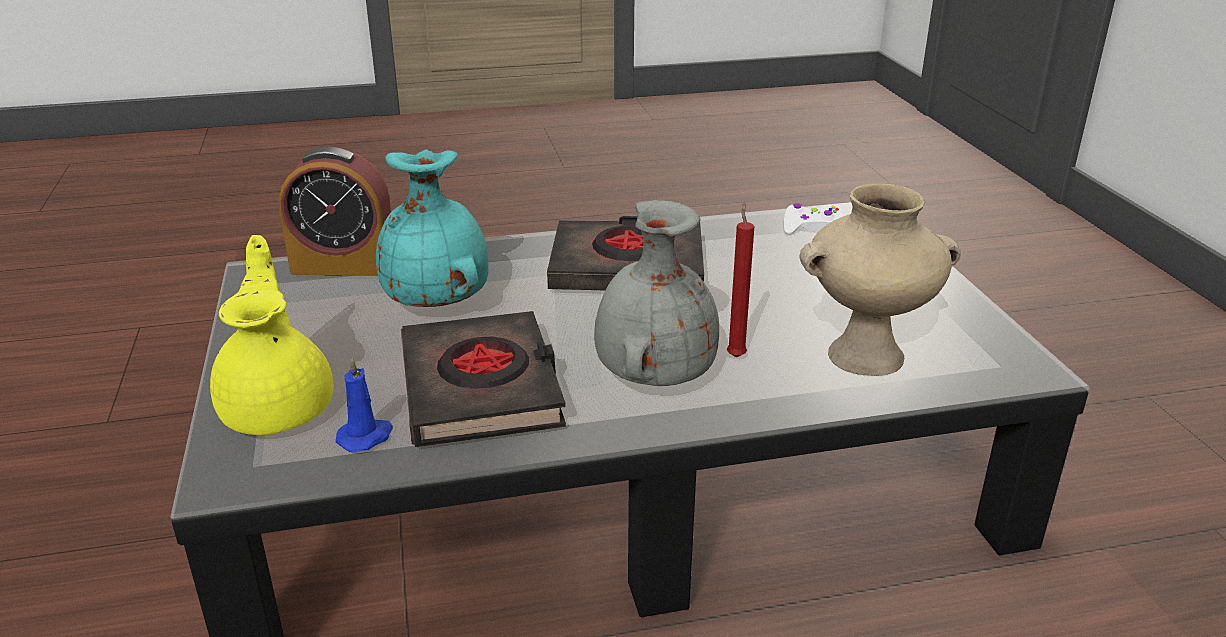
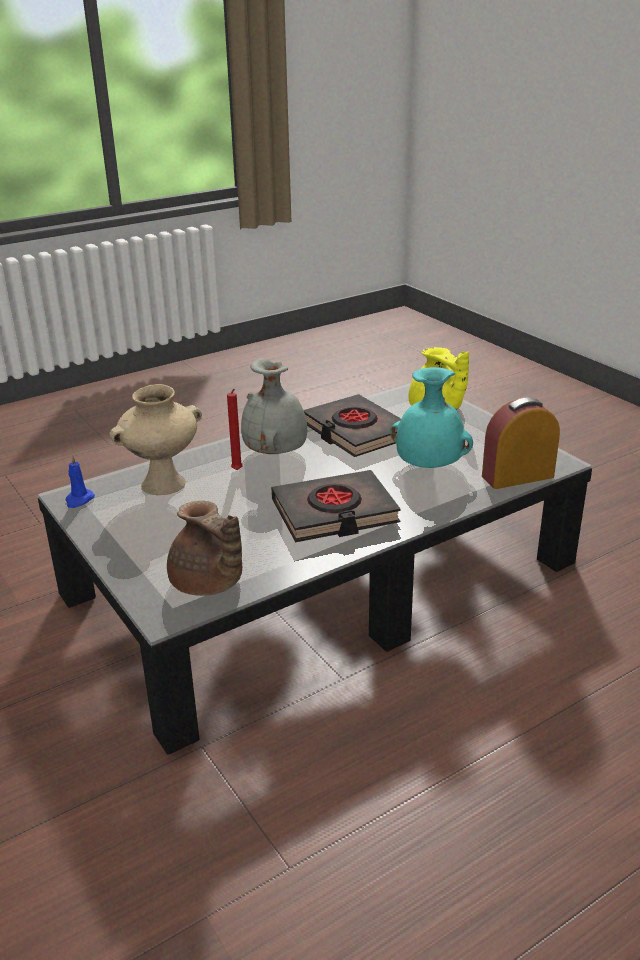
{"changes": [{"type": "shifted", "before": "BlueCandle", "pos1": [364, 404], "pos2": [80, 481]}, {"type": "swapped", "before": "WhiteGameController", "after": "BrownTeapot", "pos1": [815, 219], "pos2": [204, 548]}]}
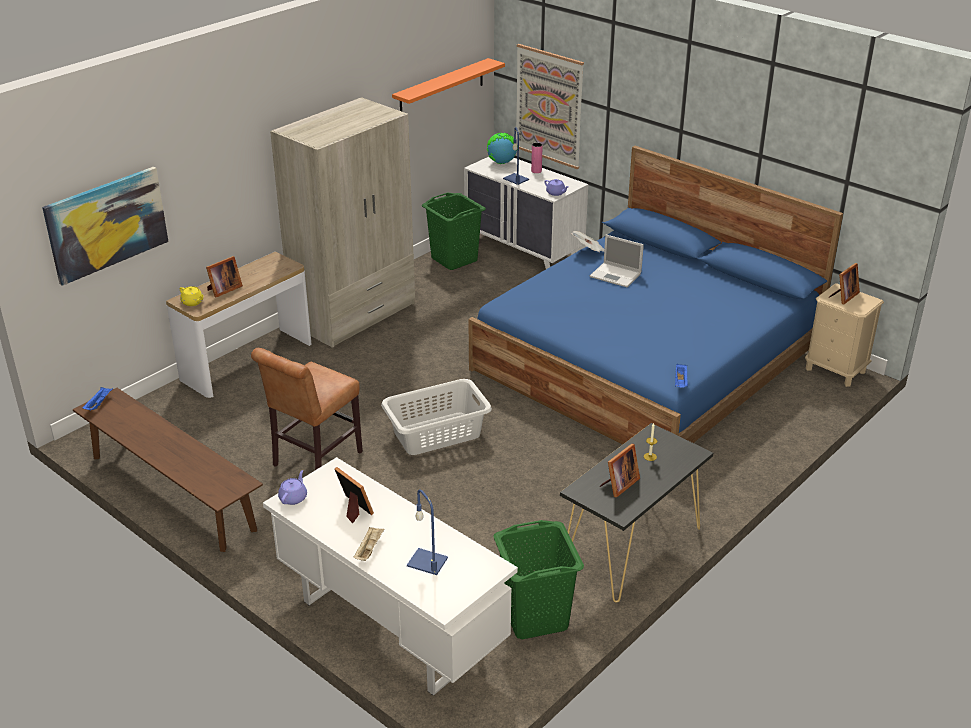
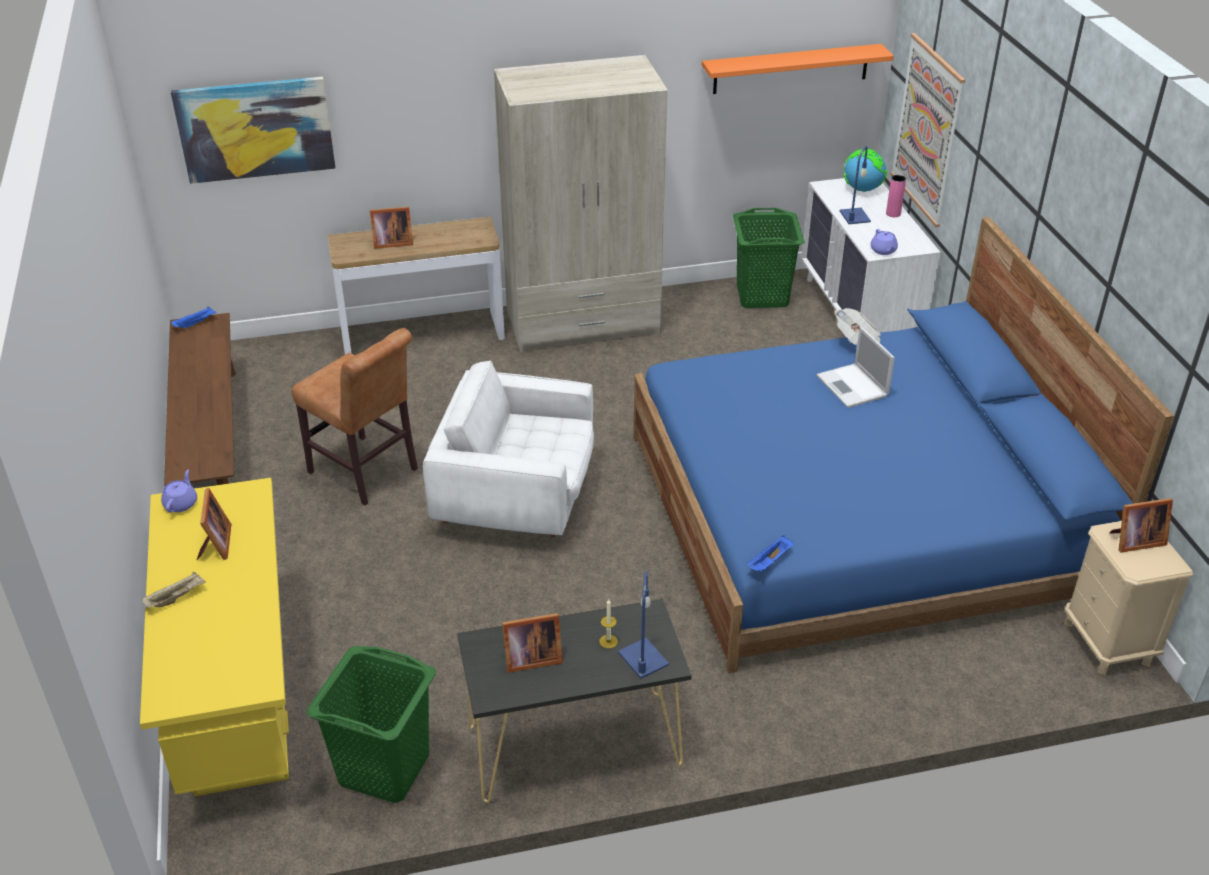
{"changes": [{"type": "gone", "before": "YellowTeapot", "pos1": [191, 296]}, {"type": "shifted", "before": "BlueTableLamp", "pos1": [427, 532], "pos2": [643, 625]}, {"type": "swapped", "before": "WhiteLaundryBasket", "after": "WhiteArmchair", "pos1": [436, 417], "pos2": [508, 449]}, {"type": "repainted", "before": "WhiteDesk", "after": "YellowDesk", "pos1": [390, 576], "pos2": [214, 637]}, {"type": "rotated", "before": "BrownChair", "pos1": [307, 409], "pos2": [354, 416], "turn": -120}, {"type": "rotated", "before": "PurpleTeapot", "pos1": [292, 487], "pos2": [179, 491], "turn": -45}]}
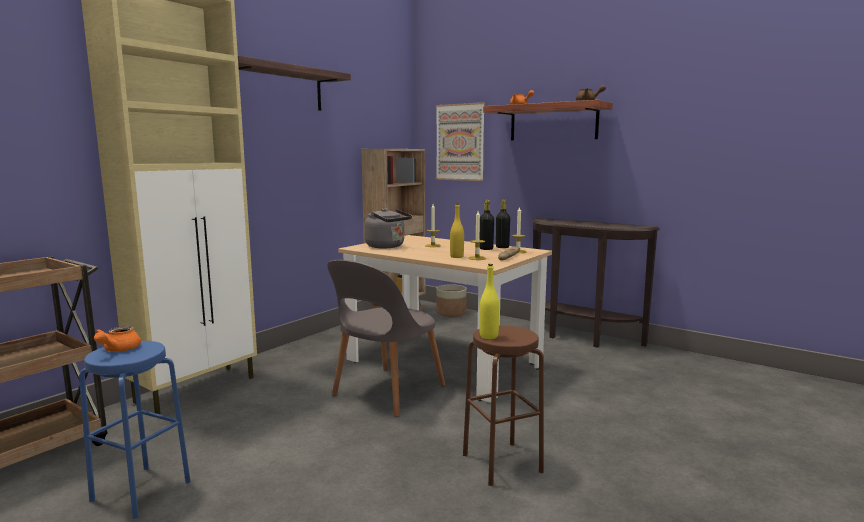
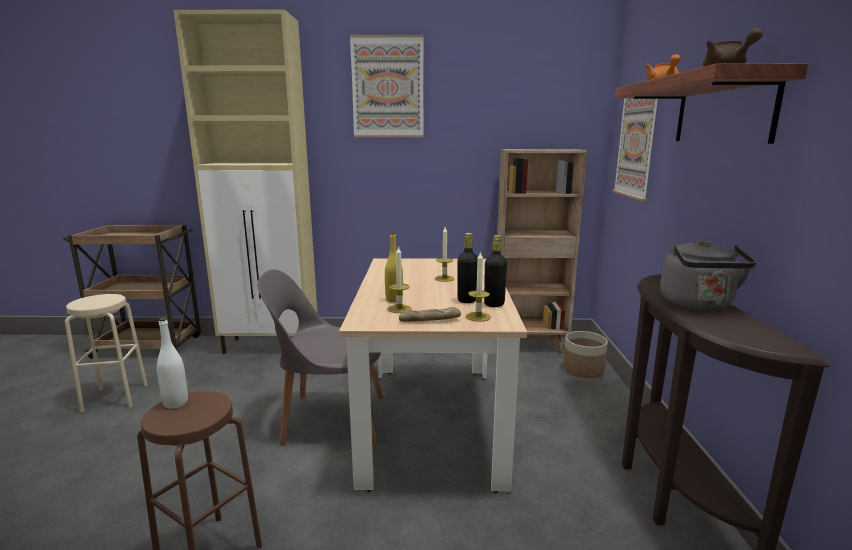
{"changes": [{"type": "gone", "before": "OrangeTeapot", "pos1": [117, 339]}, {"type": "shifted", "before": "GreyKettle", "pos1": [388, 228], "pos2": [708, 275]}, {"type": "swapped", "before": "Shelf", "after": "Picture", "pos1": [294, 83], "pos2": [387, 86]}, {"type": "repainted", "before": "BlueStool", "after": "BeigeStool", "pos1": [134, 430], "pos2": [106, 353]}, {"type": "repainted", "before": "YellowBottle", "after": "WhiteBottle", "pos1": [489, 301], "pos2": [172, 363]}]}
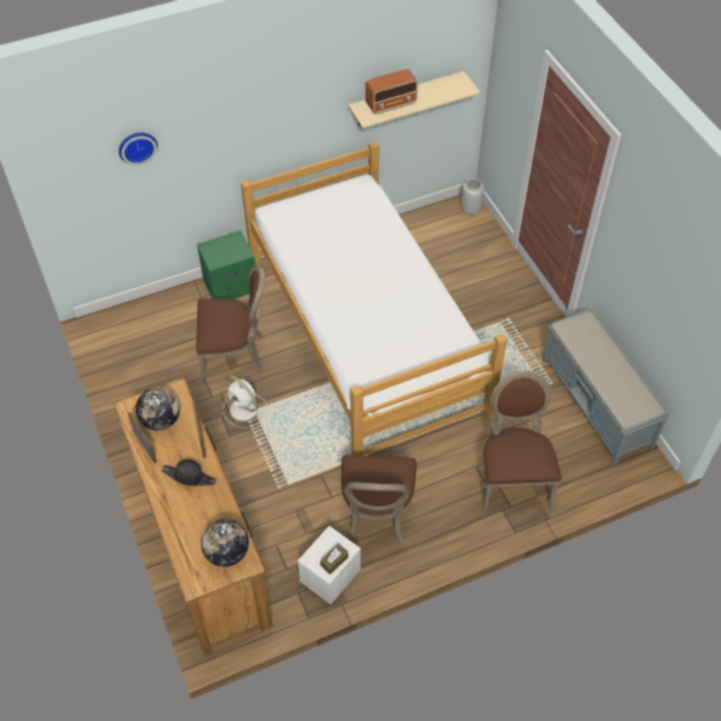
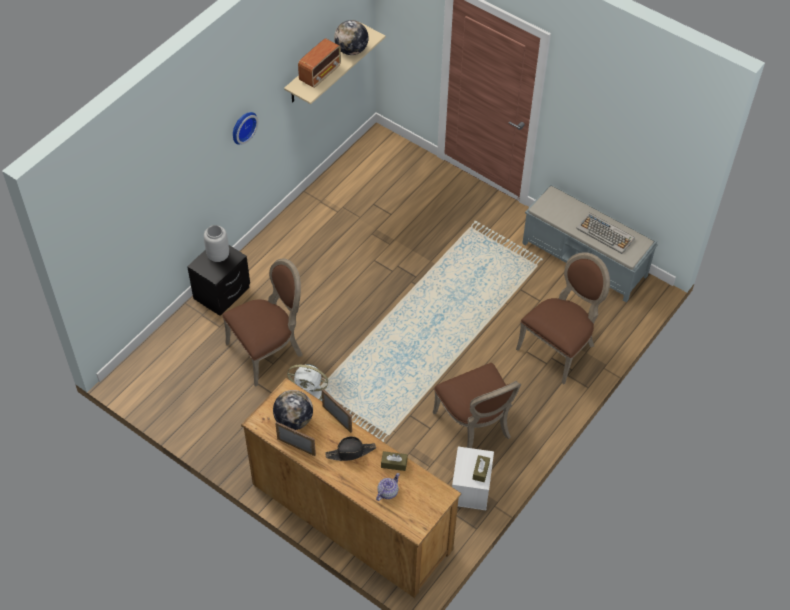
{"changes": [{"type": "gone", "before": "Bed", "pos1": [374, 298]}, {"type": "new", "after": "Teapot", "pos2": [388, 487]}, {"type": "new", "after": "BrownTissueBox", "pos2": [394, 461]}, {"type": "new", "after": "Keyboard", "pos2": [605, 233]}, {"type": "shifted", "before": "WallClock", "pos1": [138, 149], "pos2": [245, 128]}, {"type": "shifted", "before": "Globe", "pos1": [225, 543], "pos2": [351, 37]}, {"type": "shifted", "before": "GreyVase", "pos1": [472, 197], "pos2": [216, 243]}, {"type": "repainted", "before": "GreenNightstand", "after": "BlackNightstand", "pos1": [226, 264], "pos2": [218, 280]}, {"type": "rotated", "before": "BrownChair", "pos1": [521, 441], "pos2": [563, 318], "turn": 75}]}
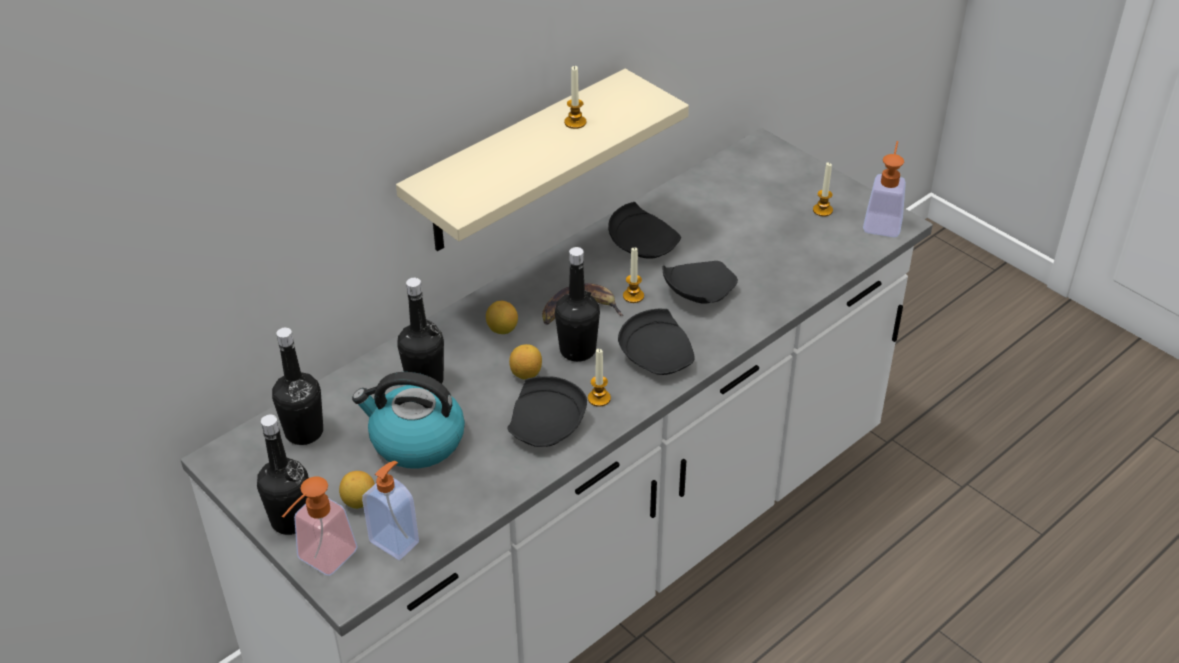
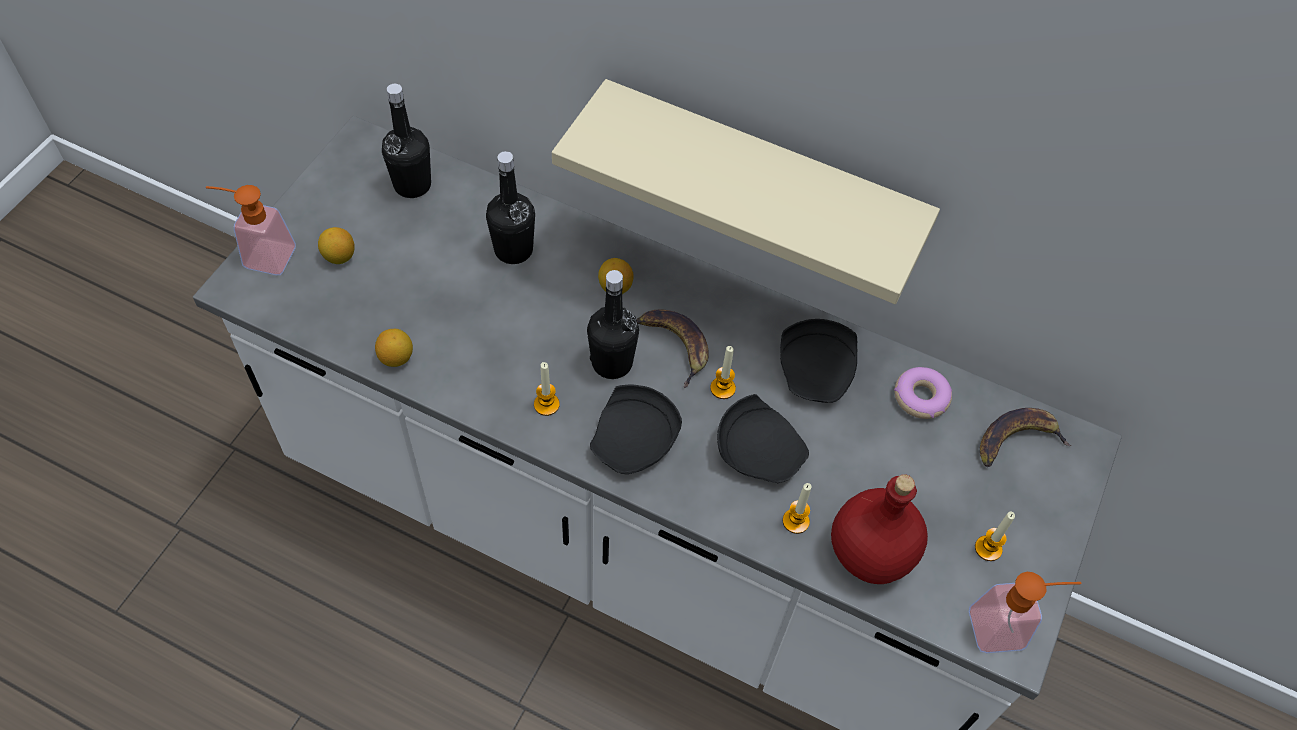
{"changes": [{"type": "gone", "before": "BlackBottle", "pos1": [283, 475]}, {"type": "gone", "before": "Kettle", "pos1": [408, 420]}, {"type": "gone", "before": "SoapDispenser", "pos1": [390, 510]}, {"type": "gone", "before": "BlackPlate", "pos1": [547, 411]}, {"type": "new", "after": "RedBottle", "pos2": [879, 529]}, {"type": "new", "after": "Donut", "pos2": [923, 393]}, {"type": "new", "after": "Banana", "pos2": [1025, 437]}, {"type": "shifted", "before": "Lemon", "pos1": [525, 362], "pos2": [394, 348]}, {"type": "shifted", "before": "Candle", "pos1": [575, 97], "pos2": [797, 508]}]}
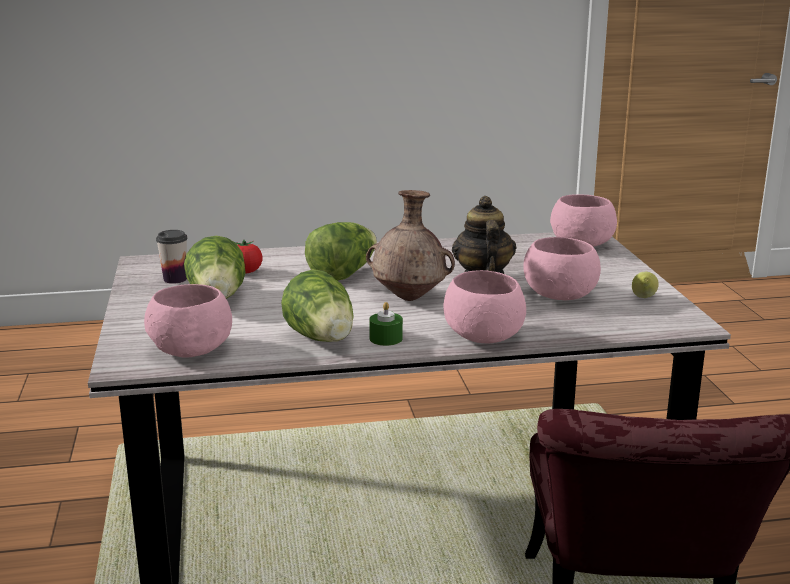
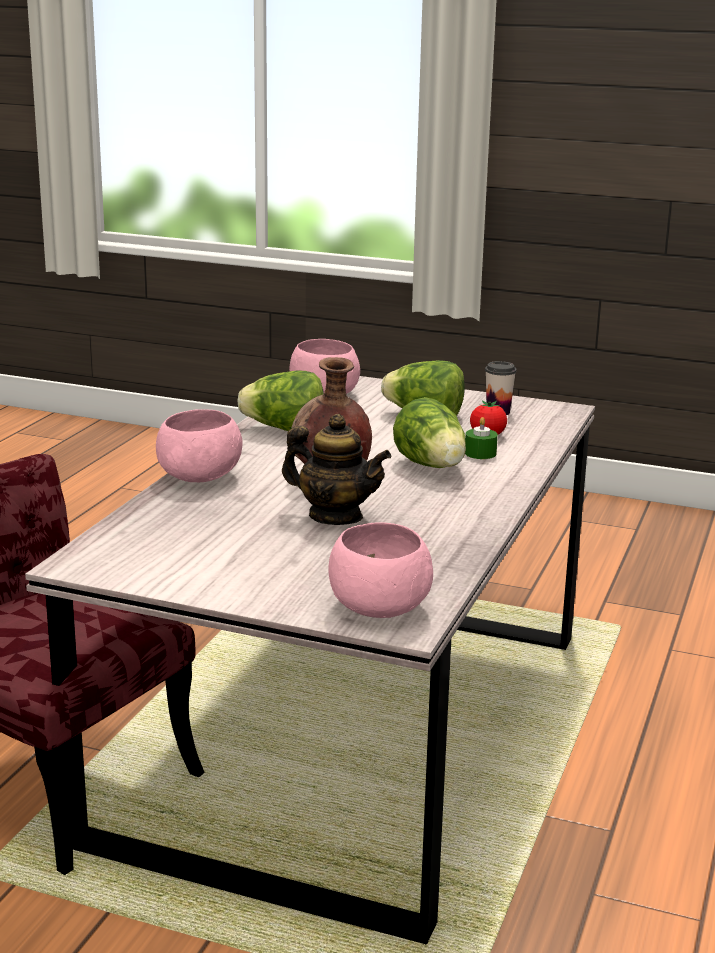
{"changes": [{"type": "gone", "before": "PinkBowl", "pos1": [562, 268]}, {"type": "gone", "before": "Lemon", "pos1": [645, 285]}, {"type": "shifted", "before": "GreenCandle", "pos1": [386, 324], "pos2": [481, 438]}]}
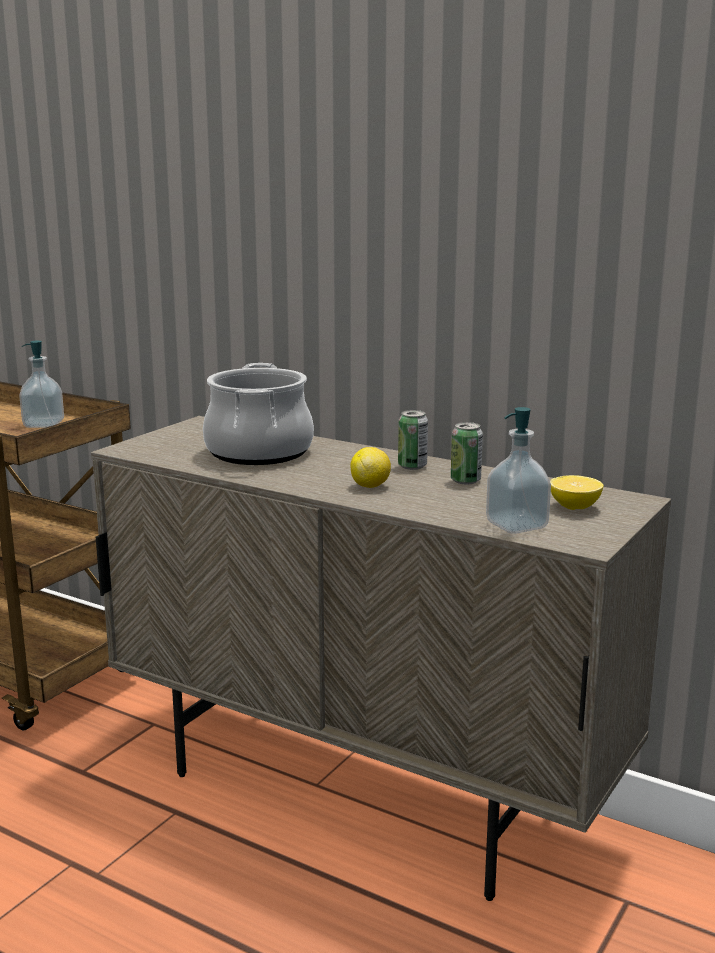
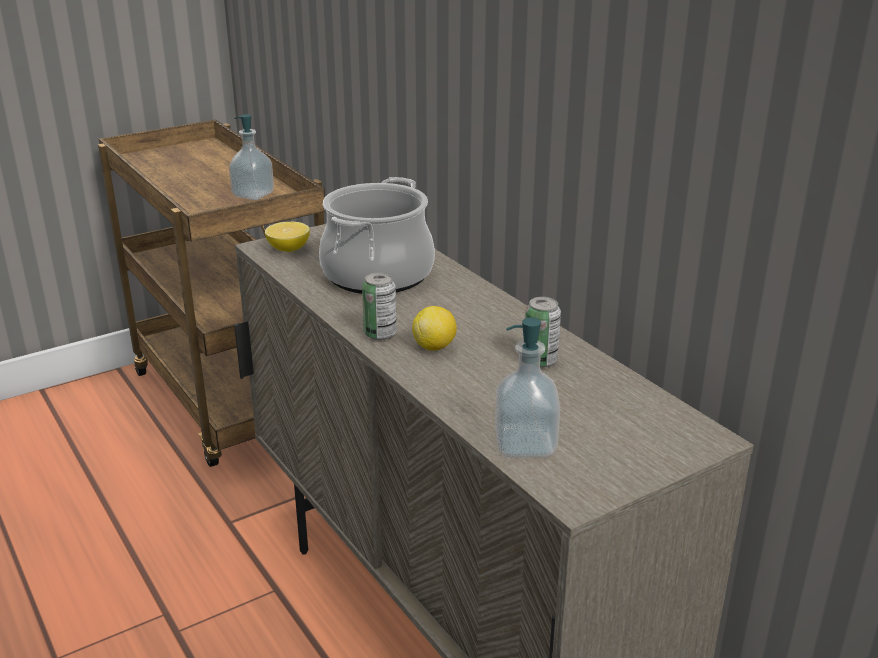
{"changes": [{"type": "shifted", "before": "Can", "pos1": [413, 440], "pos2": [379, 306]}, {"type": "shifted", "before": "Lemon", "pos1": [576, 492], "pos2": [287, 237]}]}
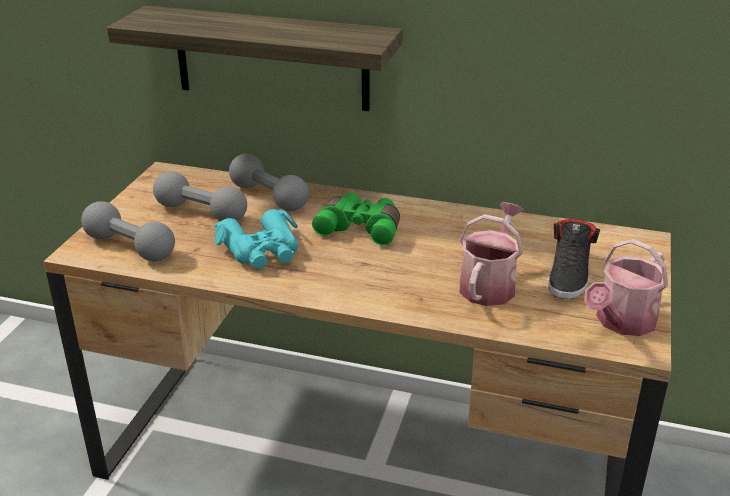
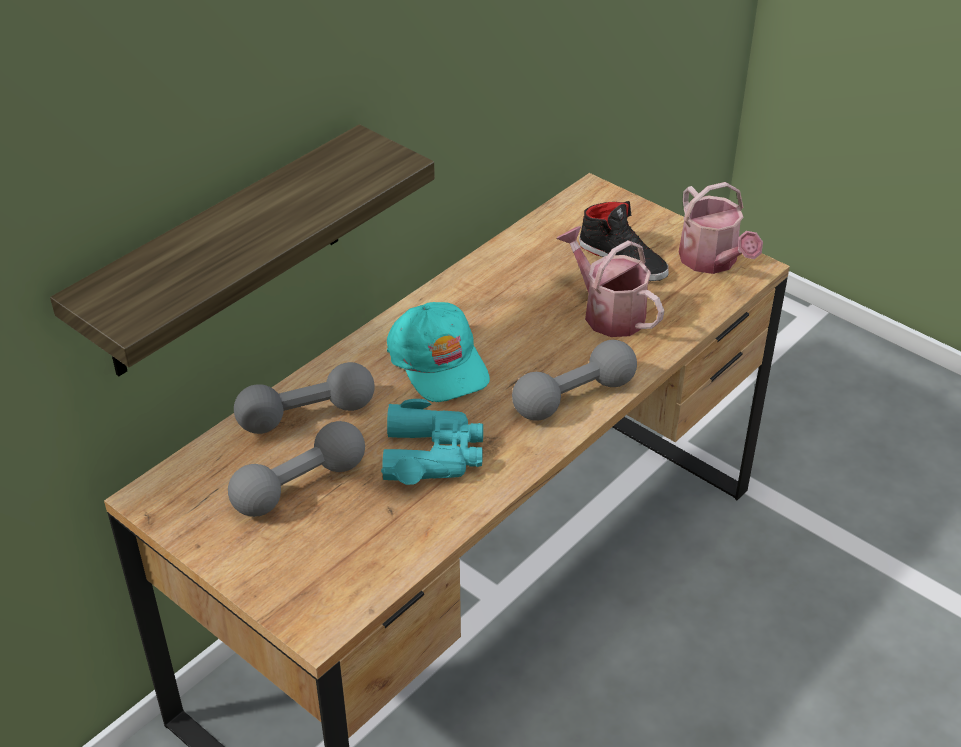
{"changes": [{"type": "shifted", "before": "GreyDumbbell", "pos1": [128, 231], "pos2": [574, 380]}, {"type": "swapped", "before": "GreenBinoculars", "after": "TurquoiseCap", "pos1": [356, 219], "pos2": [438, 352]}]}
